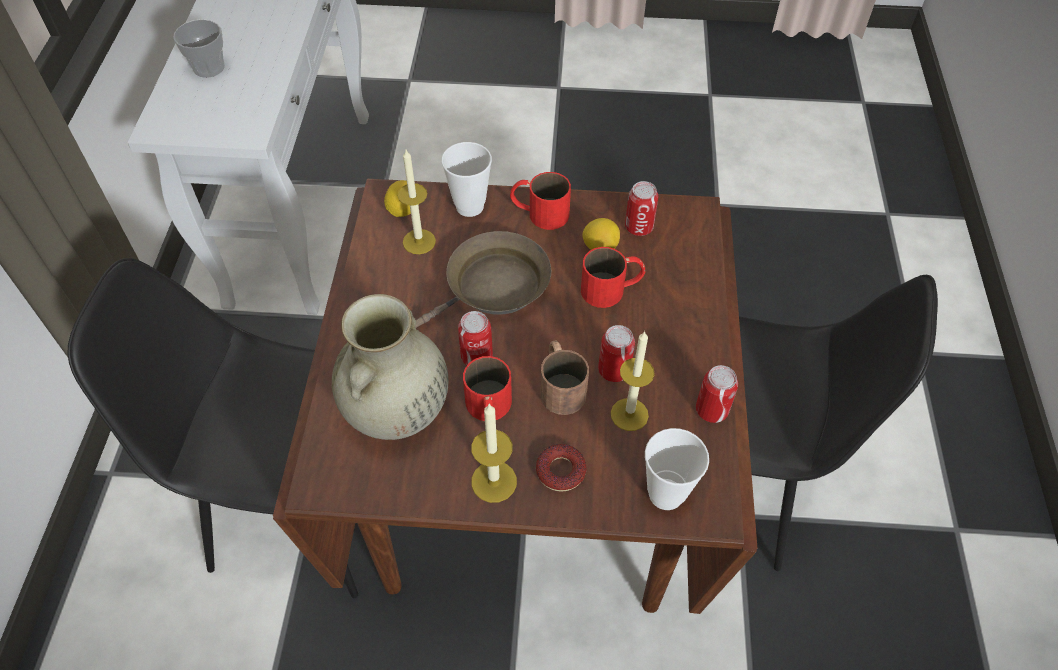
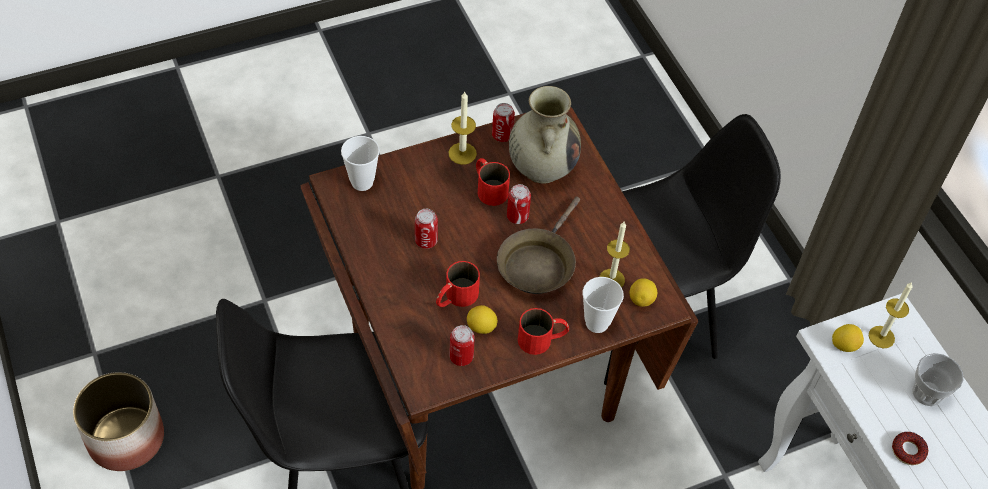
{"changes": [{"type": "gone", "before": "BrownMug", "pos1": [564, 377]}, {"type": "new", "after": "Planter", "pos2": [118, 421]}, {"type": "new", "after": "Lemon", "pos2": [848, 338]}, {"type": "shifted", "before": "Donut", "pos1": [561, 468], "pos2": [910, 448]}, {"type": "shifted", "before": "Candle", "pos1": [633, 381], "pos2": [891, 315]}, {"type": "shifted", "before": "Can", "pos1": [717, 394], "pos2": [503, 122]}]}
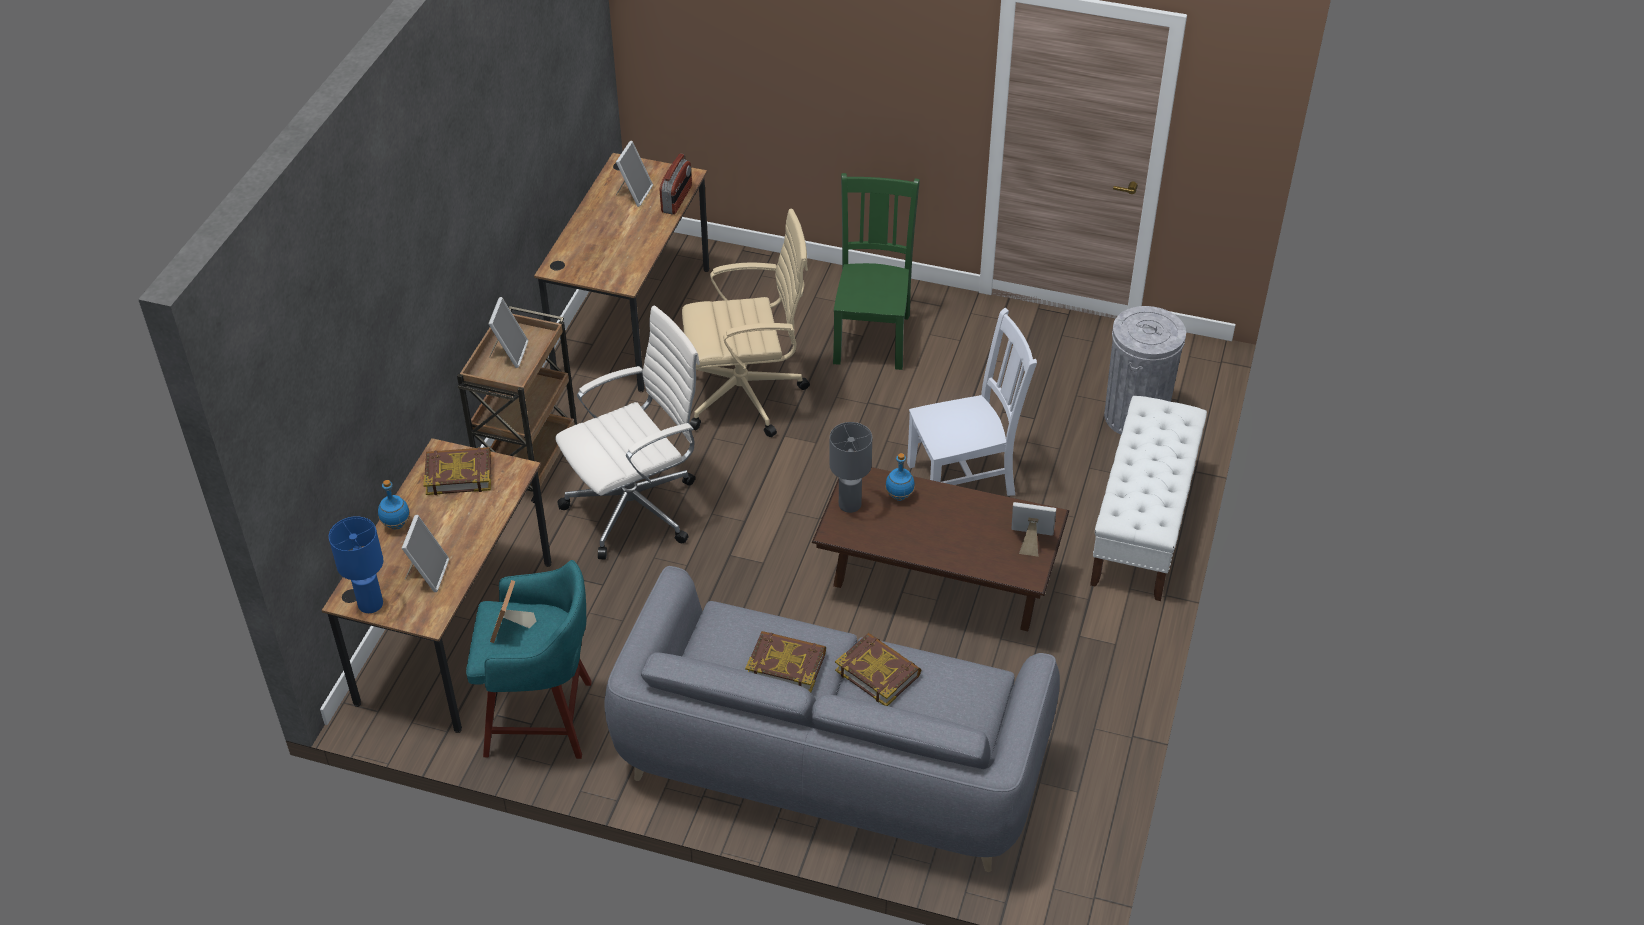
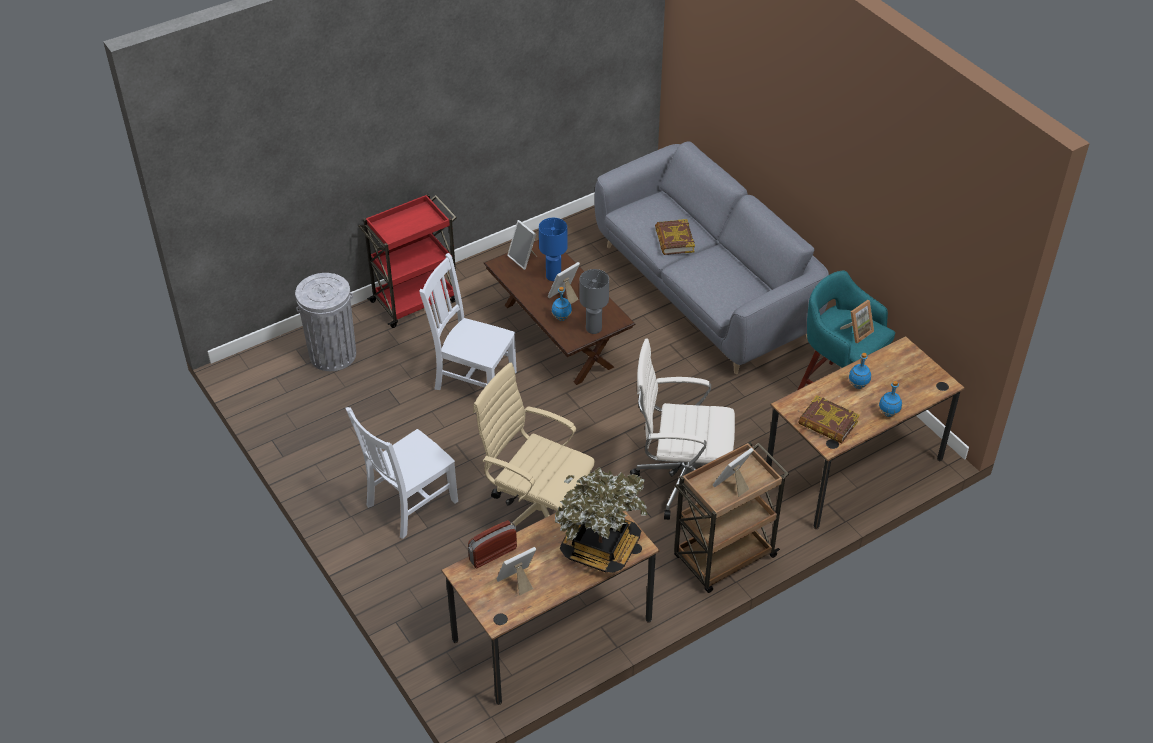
{"changes": [{"type": "gone", "before": "Book", "pos1": [785, 662]}, {"type": "new", "after": "PottedPlant", "pos2": [601, 520]}, {"type": "new", "after": "BlueBottle", "pos2": [859, 371]}, {"type": "shifted", "before": "BlueTableLamp", "pos1": [356, 564], "pos2": [553, 249]}, {"type": "shifted", "before": "PictureFrame", "pos1": [425, 553], "pos2": [564, 283]}, {"type": "swapped", "before": "WhiteBench", "after": "RedCart", "pos1": [1148, 498], "pos2": [407, 261]}, {"type": "repainted", "before": "GreenChair", "after": "WhiteChair", "pos1": [876, 271], "pos2": [401, 473]}]}
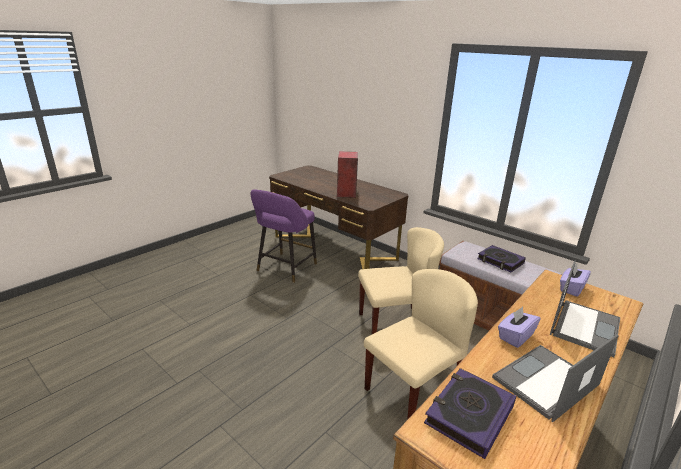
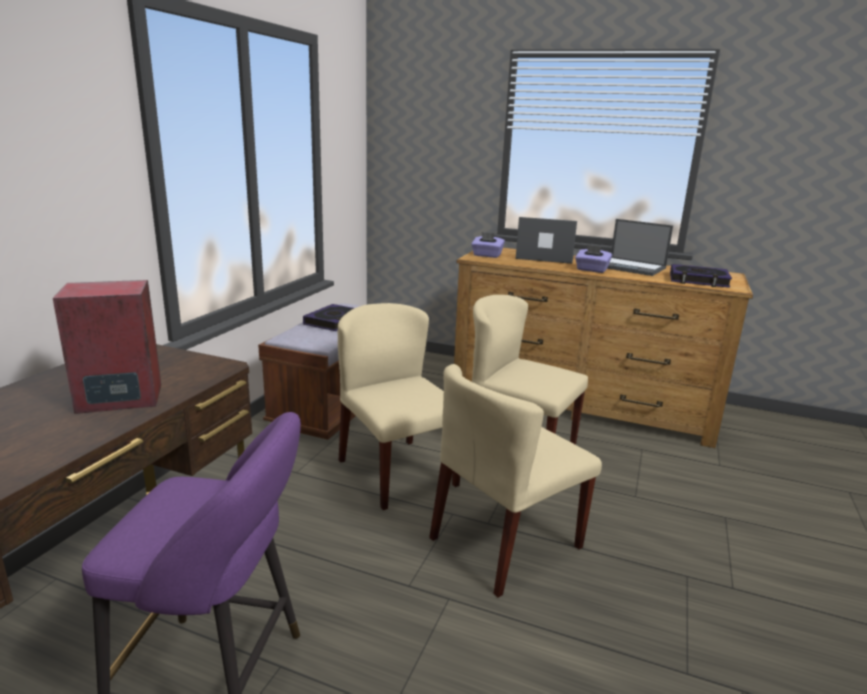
{"changes": [{"type": "new", "after": "BeigeChair", "pos2": [515, 481]}]}
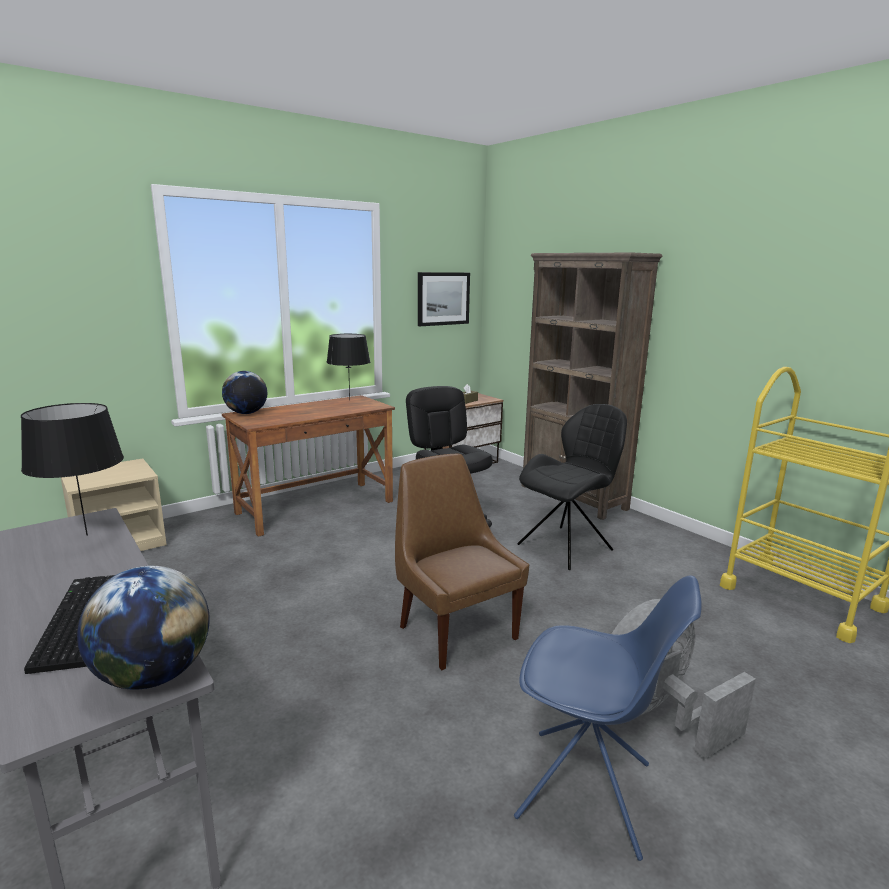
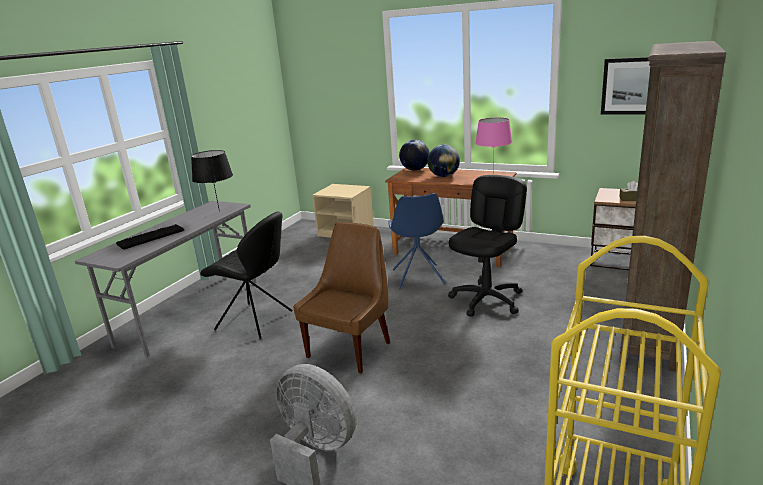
{"changes": [{"type": "shifted", "before": "Globe", "pos1": [143, 628], "pos2": [443, 160]}, {"type": "shifted", "before": "BlueChair", "pos1": [608, 718], "pos2": [417, 241]}, {"type": "shifted", "before": "BlackChair", "pos1": [572, 487], "pos2": [246, 275]}, {"type": "repainted", "before": "BlackTableLamp", "after": "PinkTableLamp", "pos1": [348, 367], "pos2": [493, 146]}]}
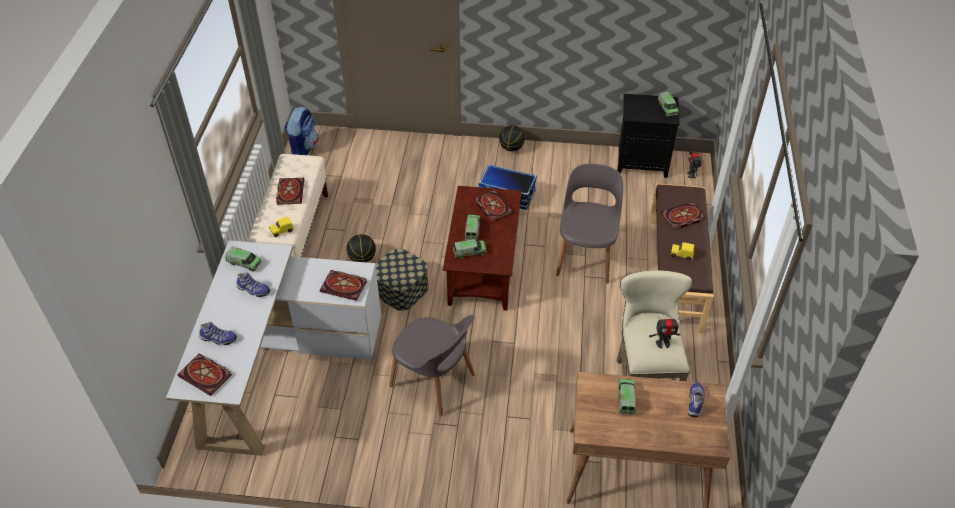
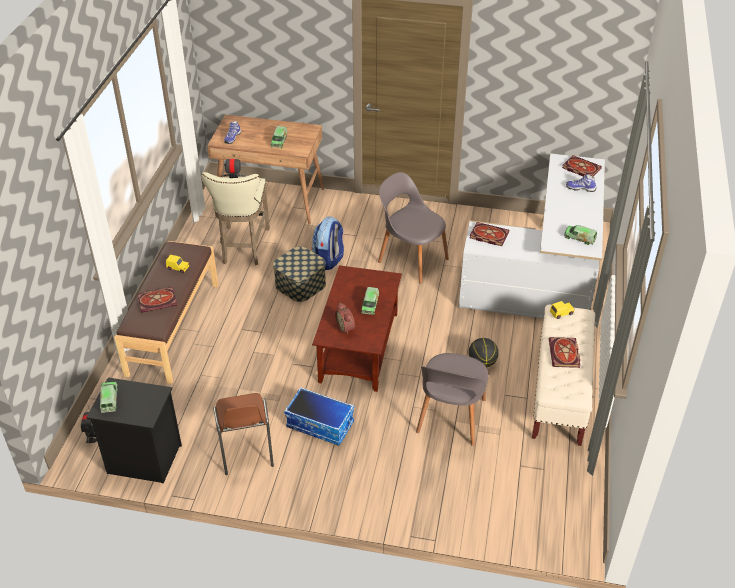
{"changes": [{"type": "gone", "before": "Shoe", "pos1": [253, 285]}, {"type": "gone", "before": "ToyTruck", "pos1": [470, 248]}, {"type": "gone", "before": "Basketball", "pos1": [512, 138]}, {"type": "new", "after": "BrownChair", "pos2": [243, 434]}, {"type": "shifted", "before": "Backpack", "pos1": [301, 130], "pos2": [328, 243]}, {"type": "shifted", "before": "StorageBox", "pos1": [402, 279], "pos2": [299, 274]}, {"type": "shifted", "before": "GreyChair", "pos1": [589, 223], "pos2": [452, 399]}, {"type": "swapped", "before": "Book", "after": "AlarmClock", "pos1": [494, 206], "pos2": [345, 319]}]}
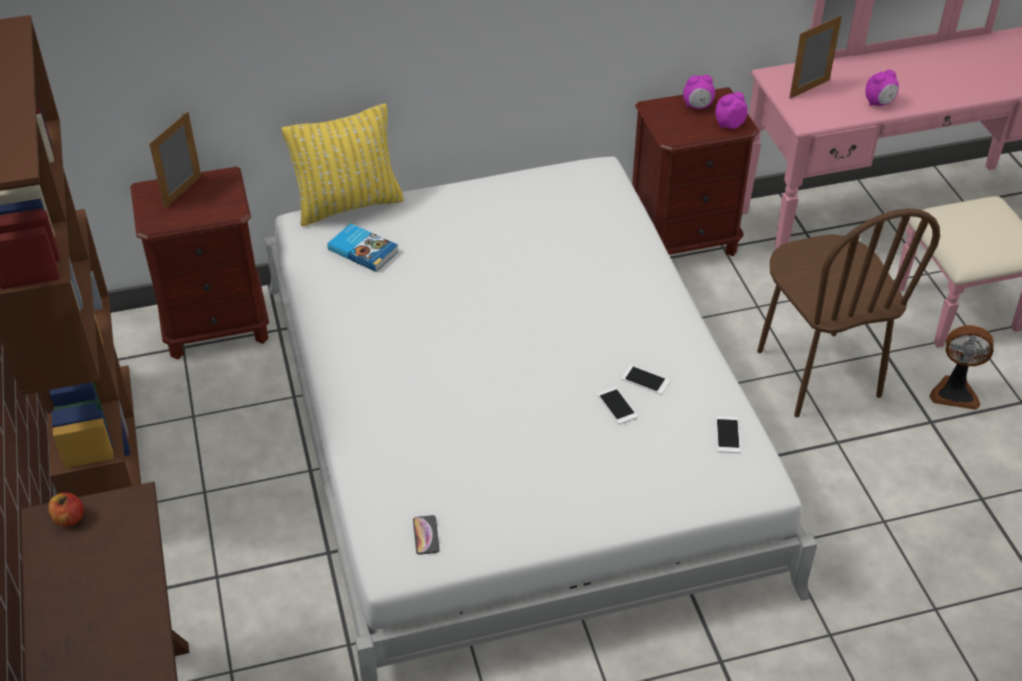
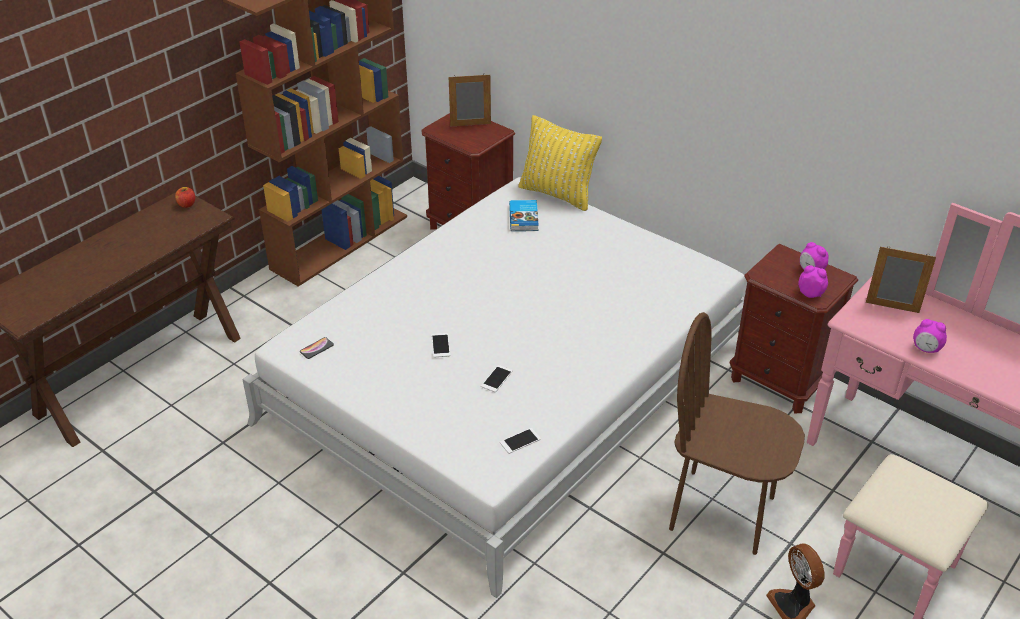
{"changes": [{"type": "shifted", "before": "Phone", "pos1": [645, 380], "pos2": [440, 345]}, {"type": "rotated", "before": "BrownChair", "pos1": [848, 313], "pos2": [737, 433], "turn": 75}]}
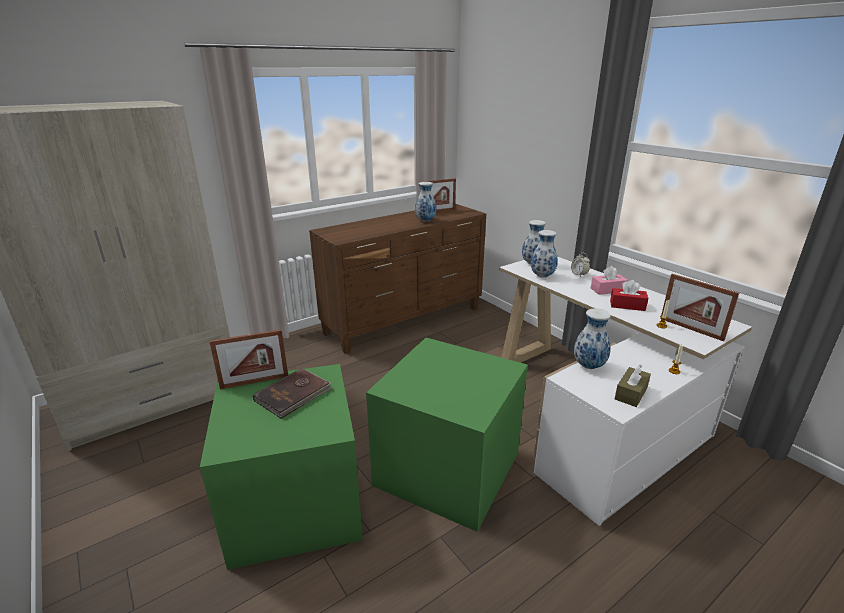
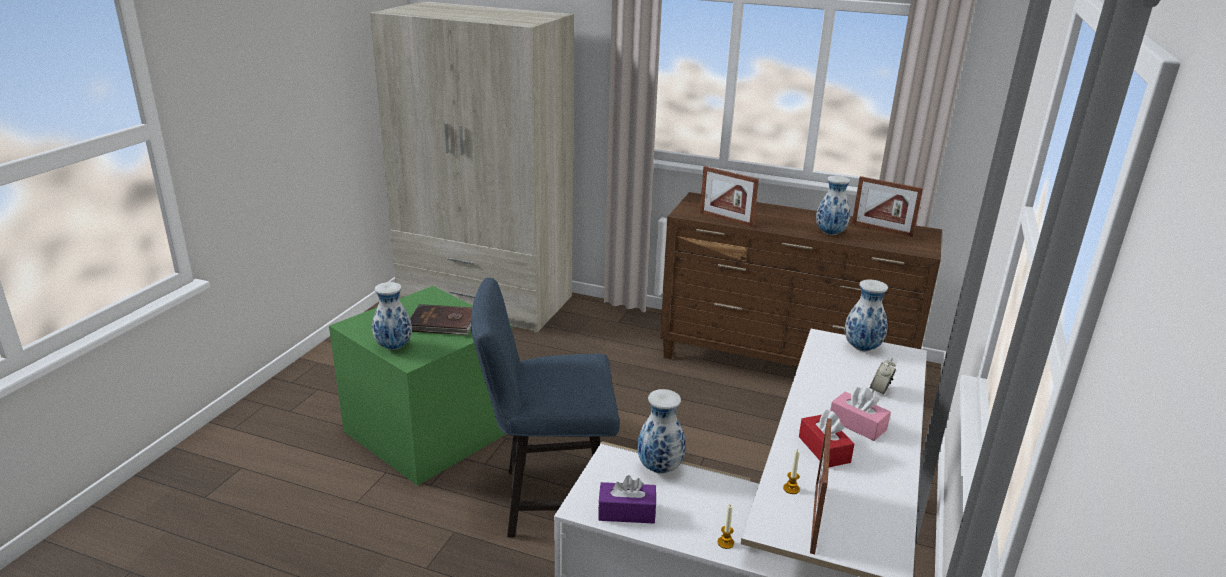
{"changes": [{"type": "shifted", "before": "PictureFrame", "pos1": [249, 359], "pos2": [729, 196]}, {"type": "shifted", "before": "Vase", "pos1": [544, 254], "pos2": [392, 316]}, {"type": "swapped", "before": "GreenStorageBox", "after": "BlueChair", "pos1": [447, 435], "pos2": [545, 407]}, {"type": "repainted", "before": "BrownTissueBox", "after": "PurpleTissueBox", "pos1": [633, 385], "pos2": [627, 499]}]}
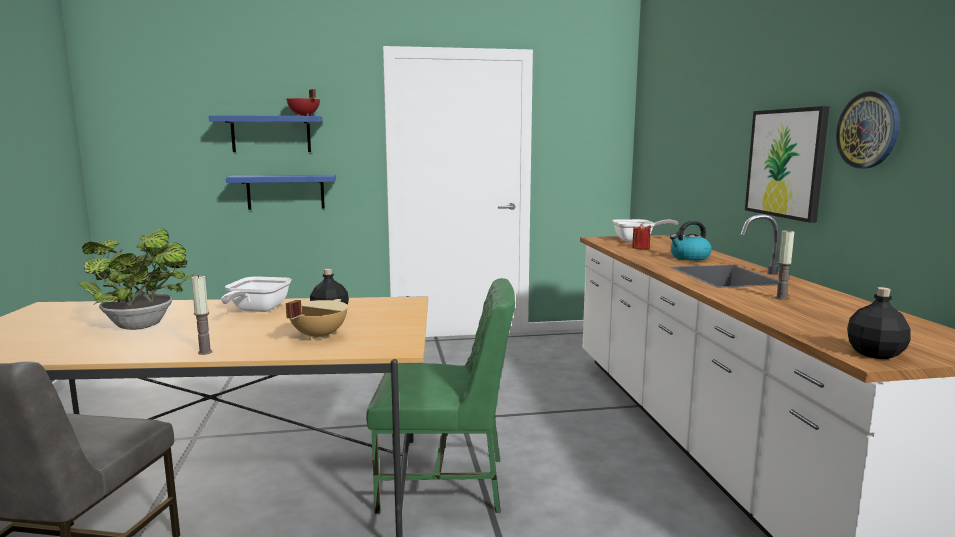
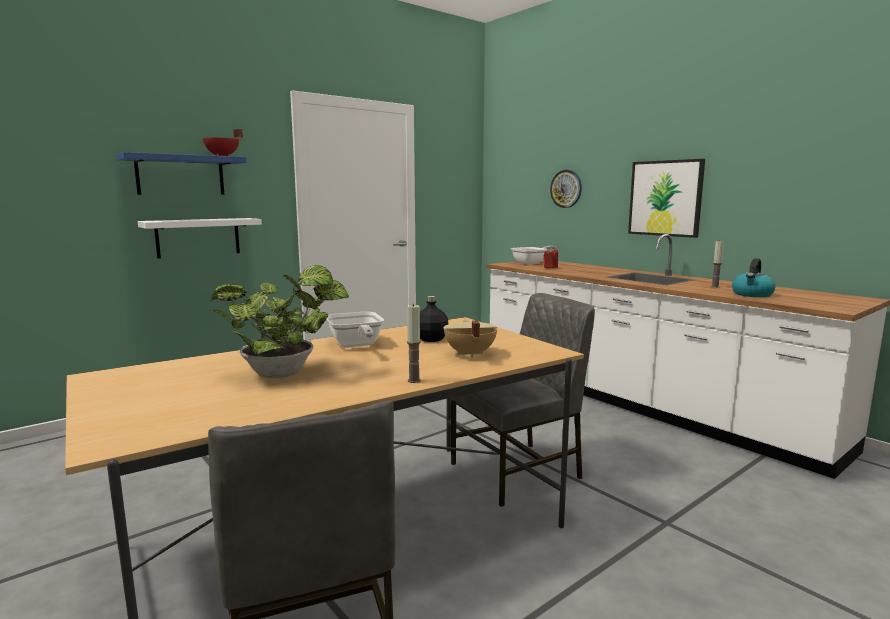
{"changes": [{"type": "gone", "before": "BlackBottle", "pos1": [878, 323]}, {"type": "shifted", "before": "Kettle", "pos1": [691, 241], "pos2": [753, 277]}, {"type": "shifted", "before": "WallClock", "pos1": [868, 130], "pos2": [566, 189]}, {"type": "repainted", "before": "BlueShelf", "after": "WhiteShelf", "pos1": [281, 192], "pos2": [200, 238]}, {"type": "repainted", "before": "GreenChair", "after": "GreyChair", "pos1": [440, 396], "pos2": [522, 400]}]}
